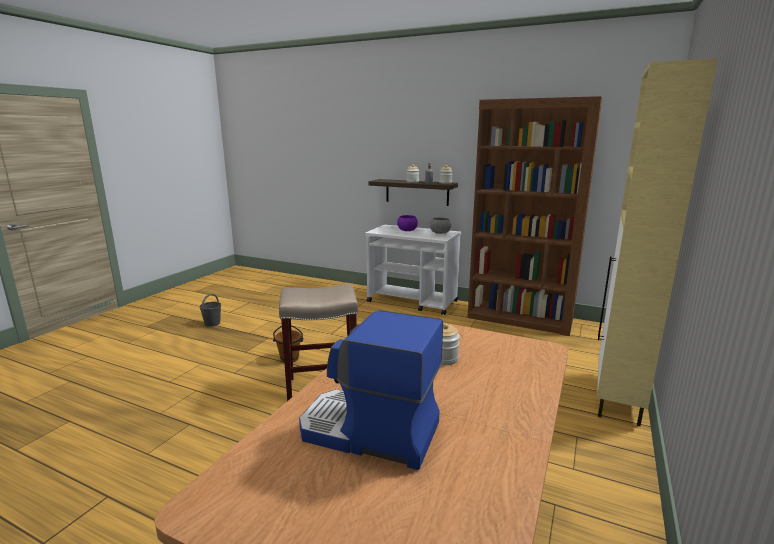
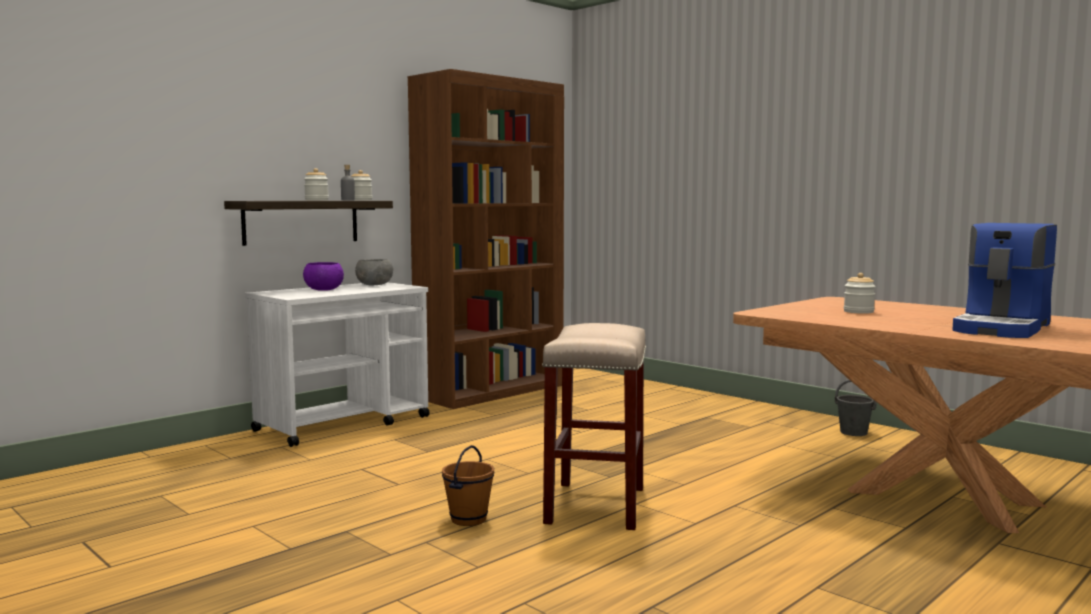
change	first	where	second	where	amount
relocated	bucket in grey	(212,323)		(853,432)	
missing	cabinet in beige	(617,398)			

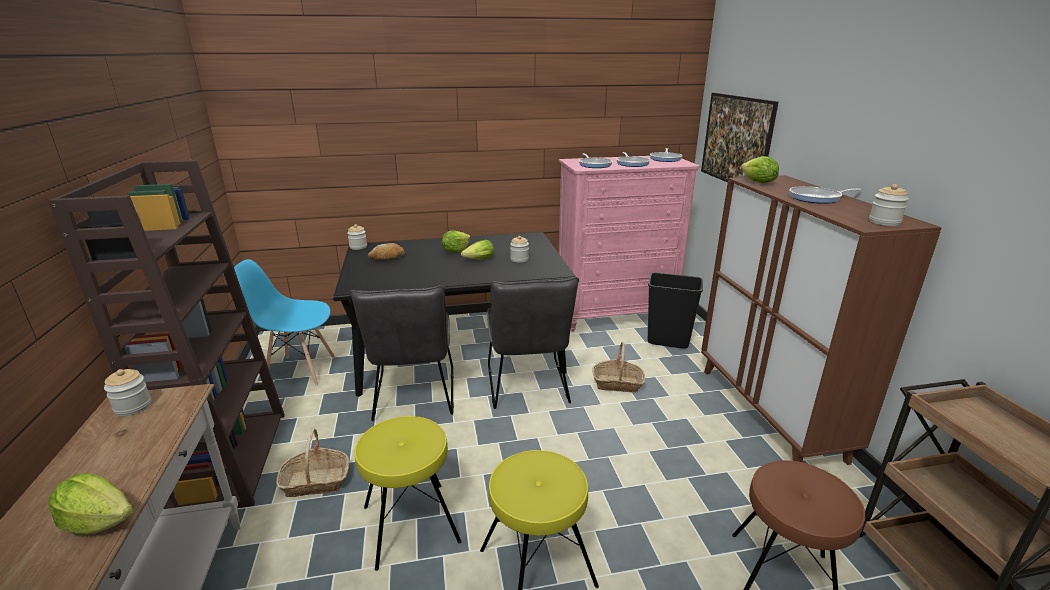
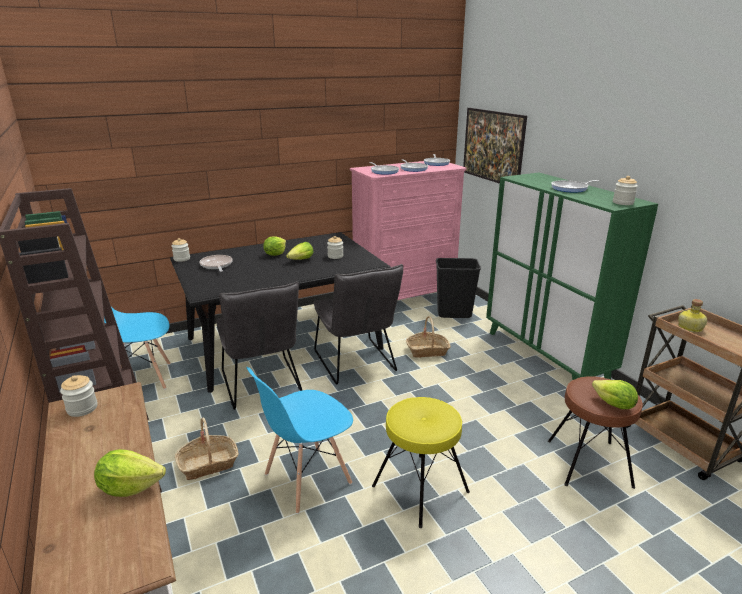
change	first	where	second	where	amount
exchanged	stool in yellow	(410,523)	chair in blue	(307,479)	
exchanged	bread	(387,257)	frying pan	(216,265)	
colour	cabinet in brown	(769,412)	cabinet in green	(546,356)	
relocated	lettuce	(758,183)		(613,405)	
appeared			bottle	(690,328)	

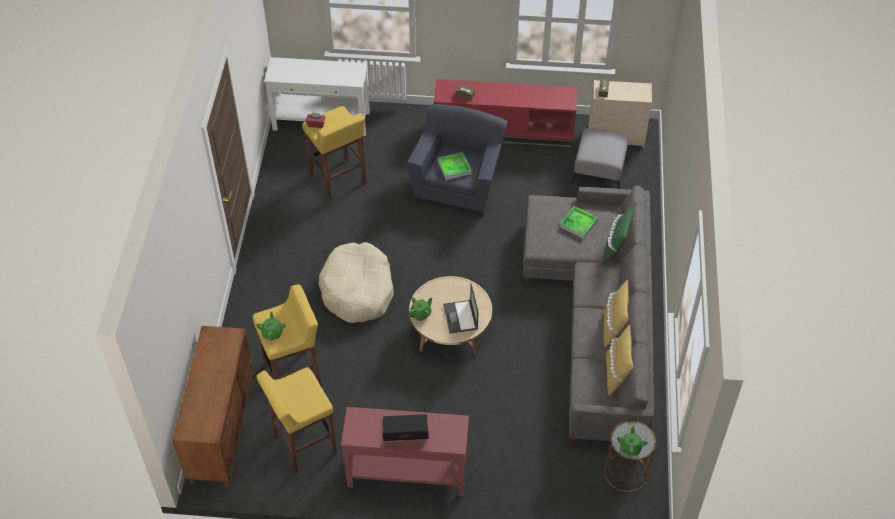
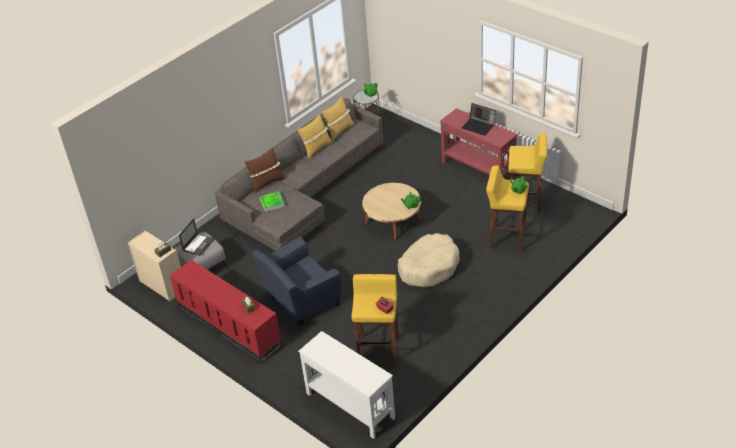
change	first	where	second	where	amount
missing	cabinet in brown	(222,429)			
missing	tray	(454,167)			
relocated	laptop	(461,317)		(198,244)	
colour	pillow in green	(616,248)	pillow in brown	(266,183)	

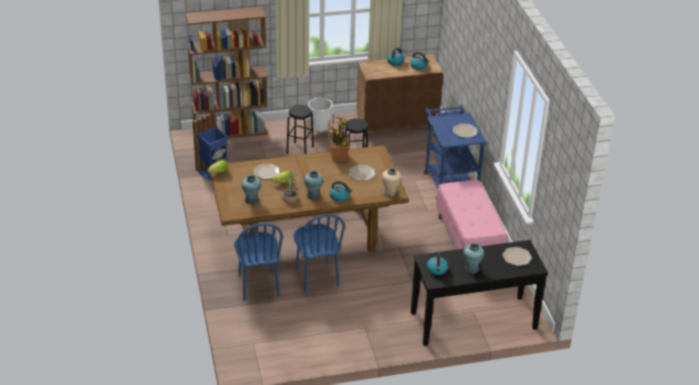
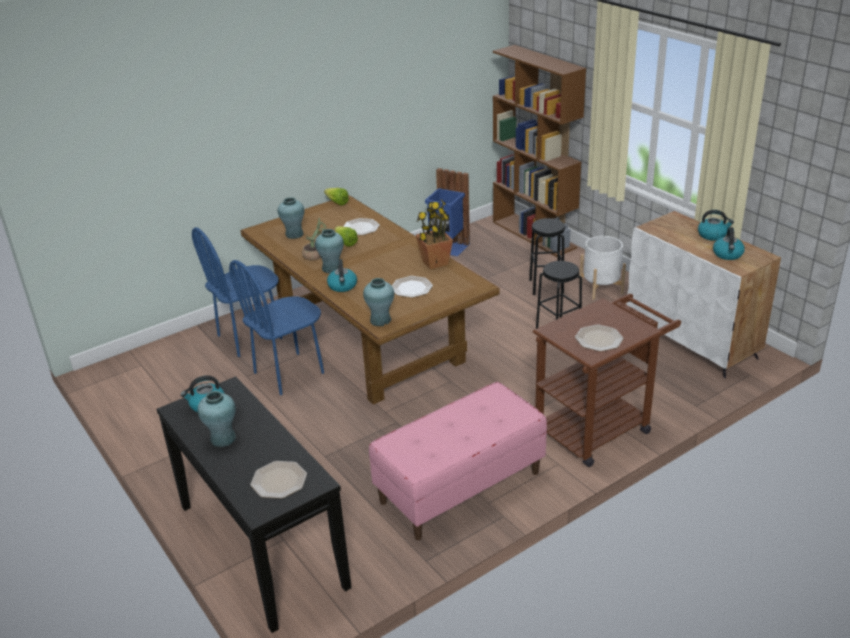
change	first	where	second	where	amount
colour	cabinet in brown	(397,124)	cabinet in white	(692,340)	
colour	vase in beige	(390,193)	vase in turquoise	(380,320)	
colour	cart in blue	(449,181)	cart in brown	(599,426)	

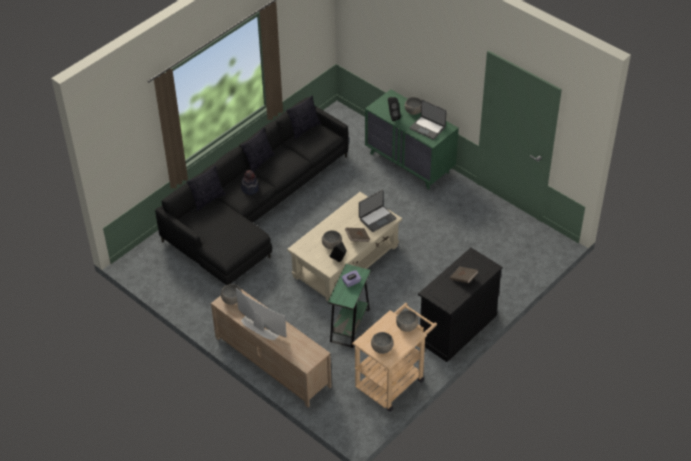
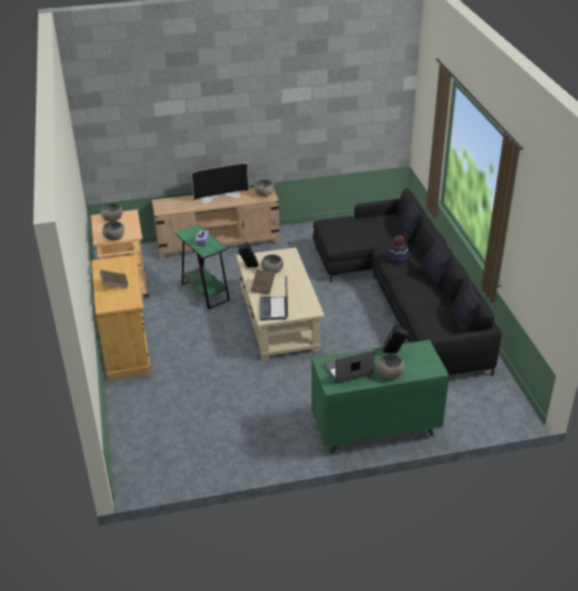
change	first	where	second	where	amount
colour	cabinet in black	(457,328)	cabinet in beige	(126,348)	

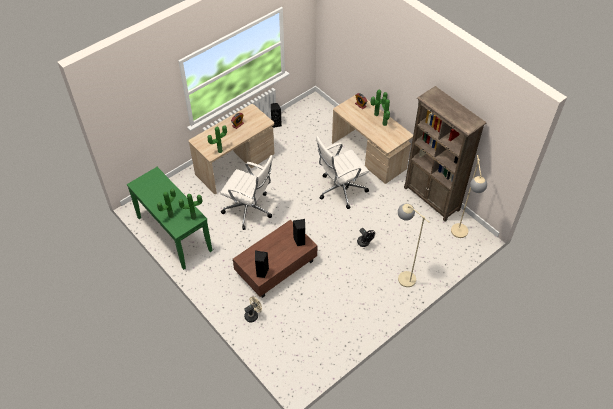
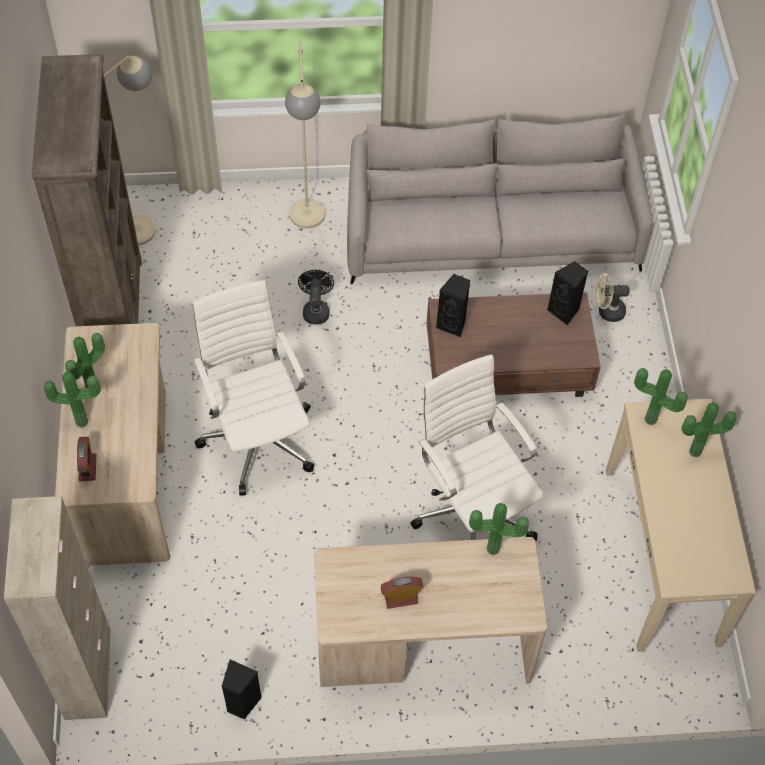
change	first	where	second	where	amount
colour	console table in green	(174,234)	console table in beige	(662,555)	
spun	office chair in white	(340,189)		(258,437)	120 degrees counterclockwise
appeared			cabinet in beige	(88,674)	
appeared			sofa in grey	(491,234)	

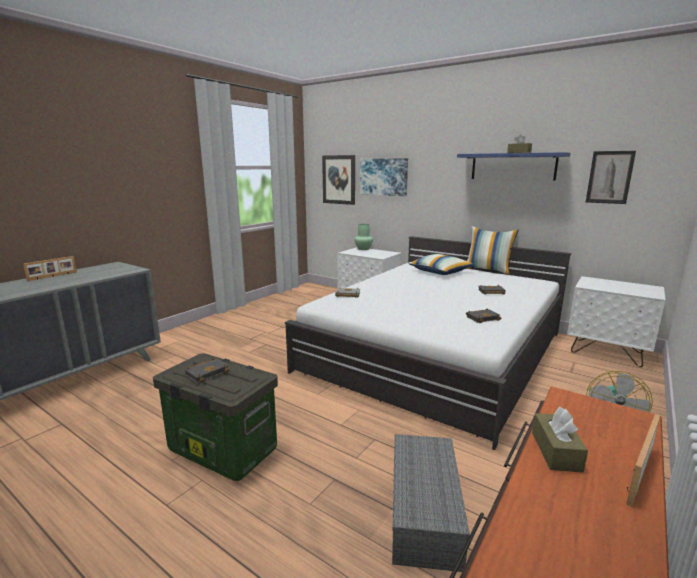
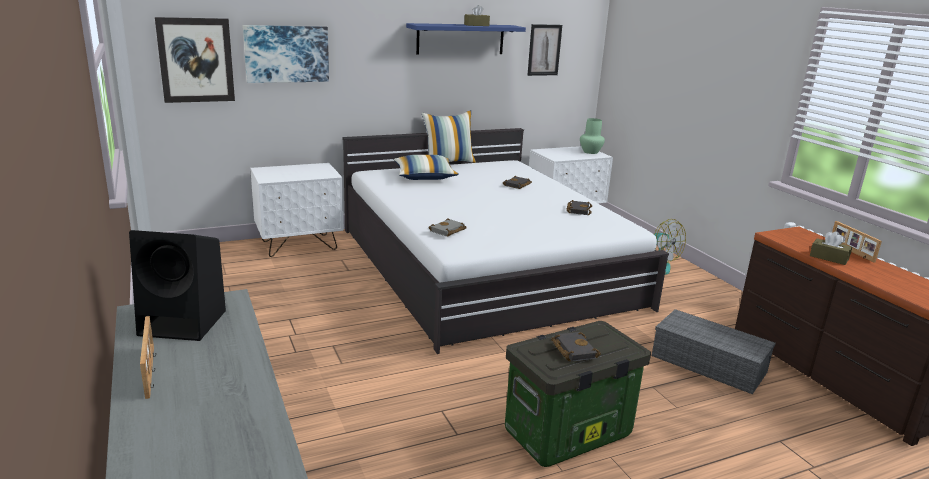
change	first	where	second	where	amount
relocated	vase in green	(363,249)		(590,152)	
appeared			speaker in black	(185,323)	

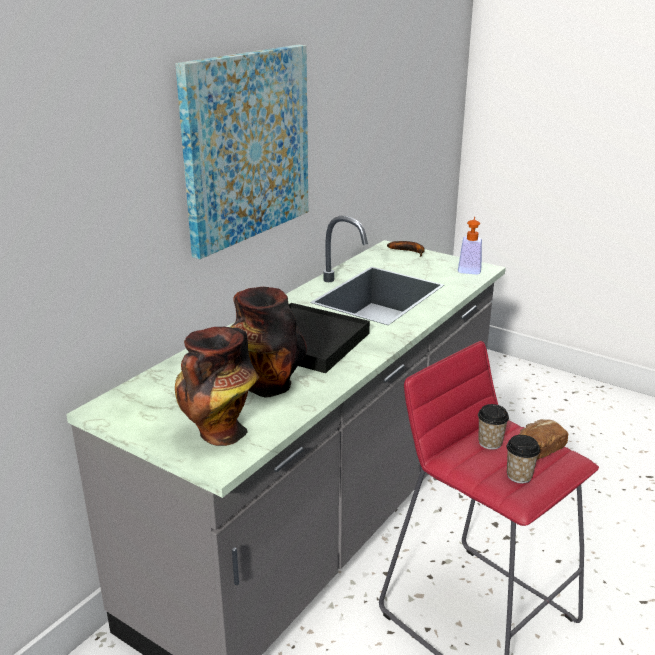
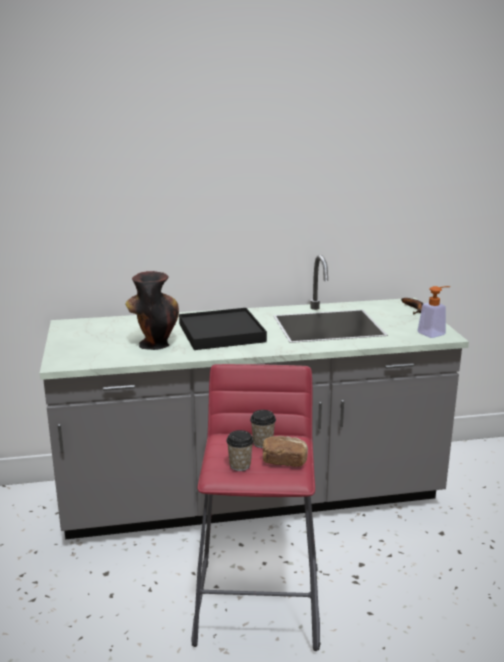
change	first	where	second	where	amount
missing	picture	(246,147)			
missing	vase	(221,433)			

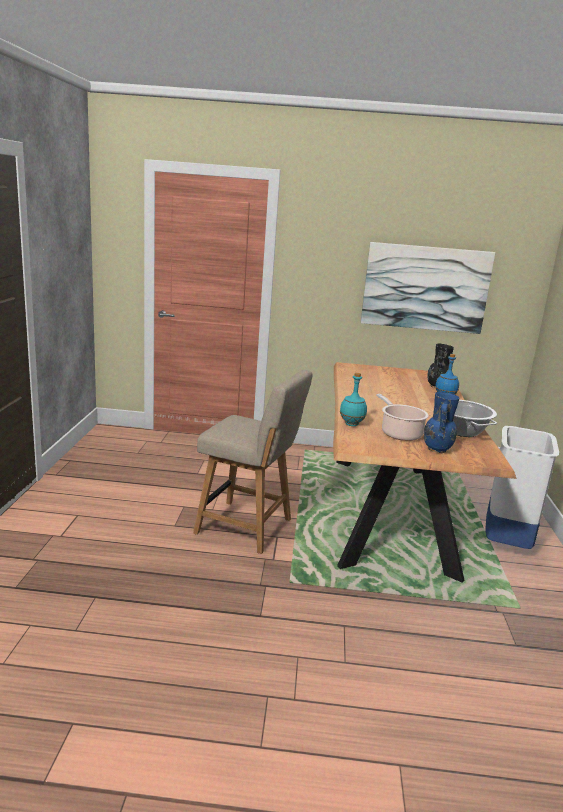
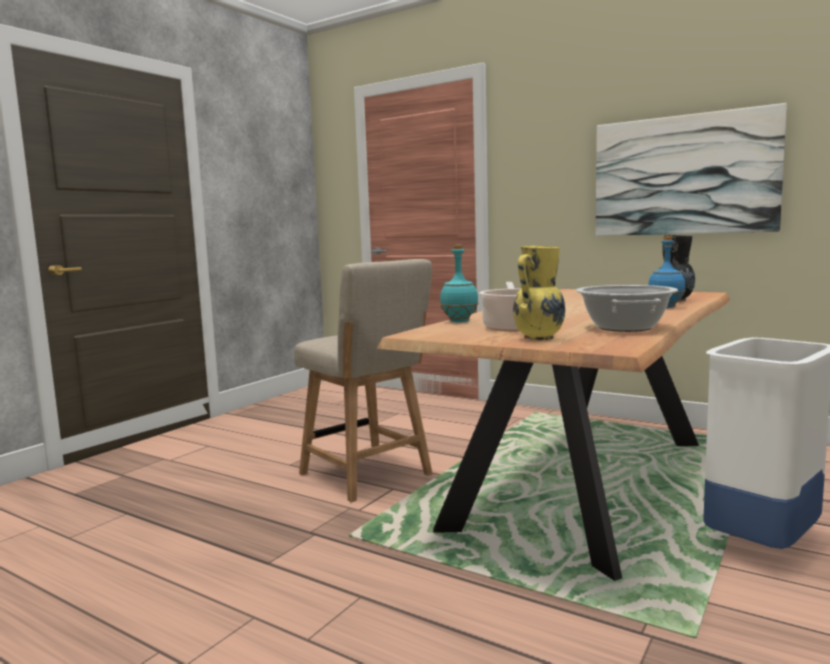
change	first	where	second	where	amount
colour	vase in blue	(437,450)	vase in yellow	(539,338)	

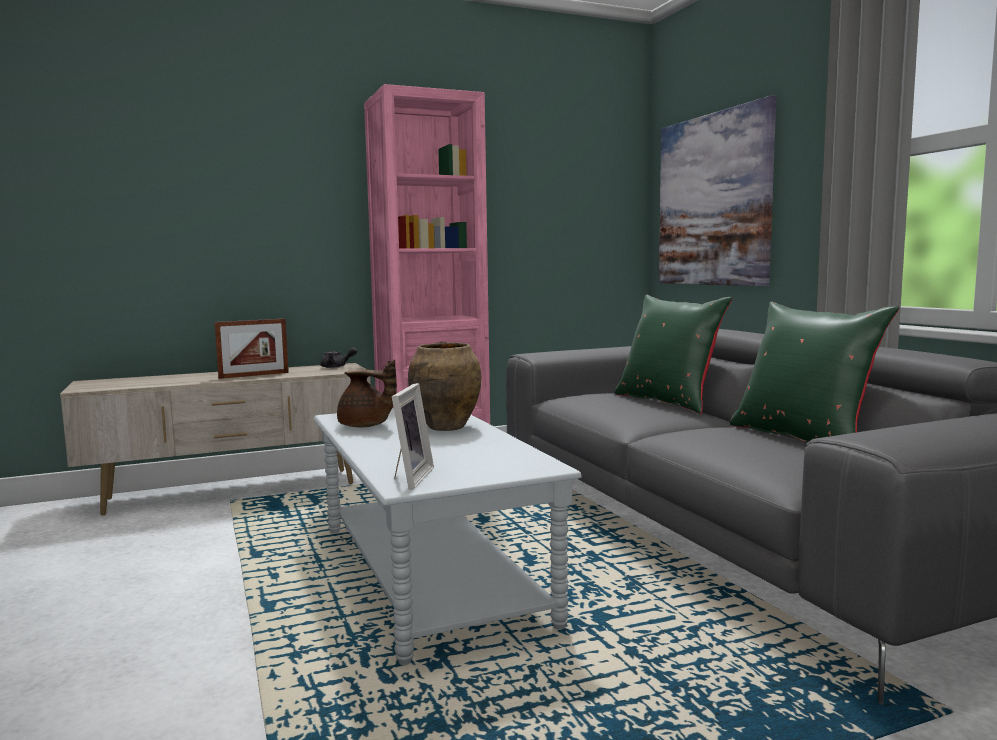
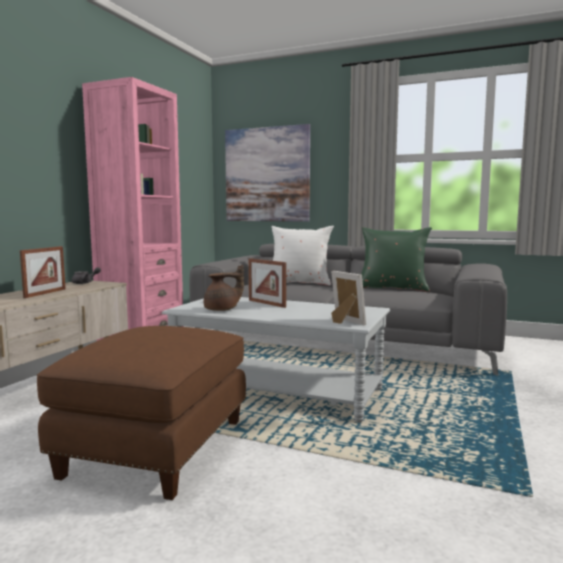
change	first	where	second	where	amount
exchanged	vase in brown	(446,427)	picture frame	(266,303)	
colour	pillow in green	(668,402)	pillow in white	(299,283)	
appeared			ottoman in brown	(155,447)	

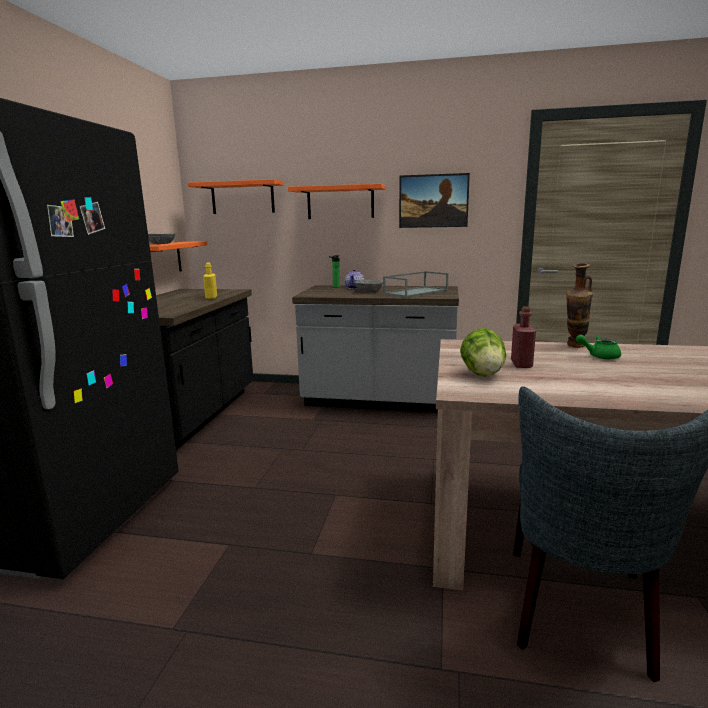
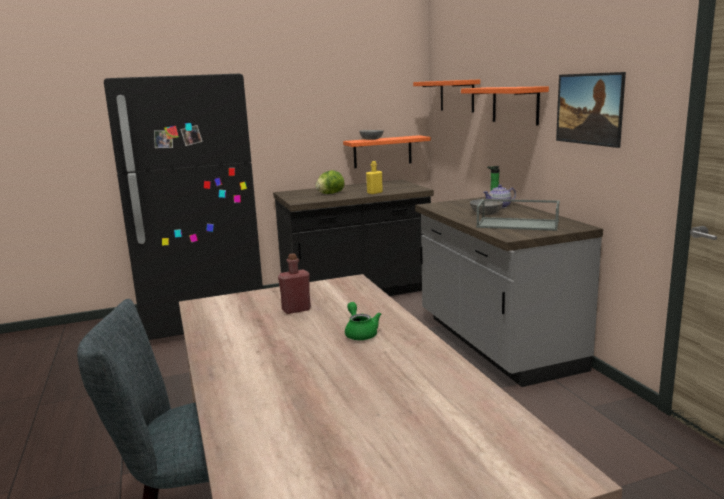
change	first	where	second	where	amount
relocated	lettuce	(483,374)		(330,194)	
missing	vase	(574,347)			

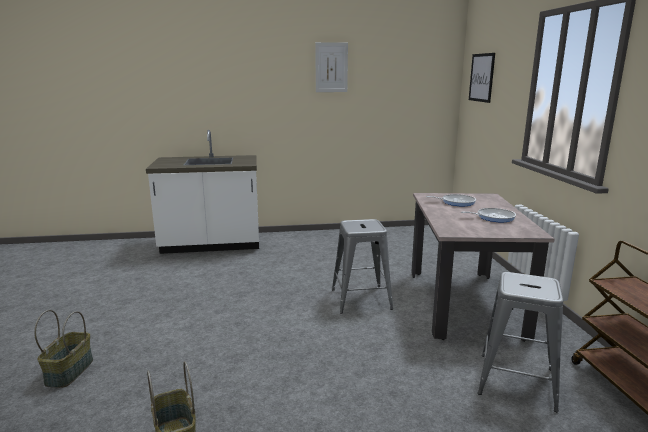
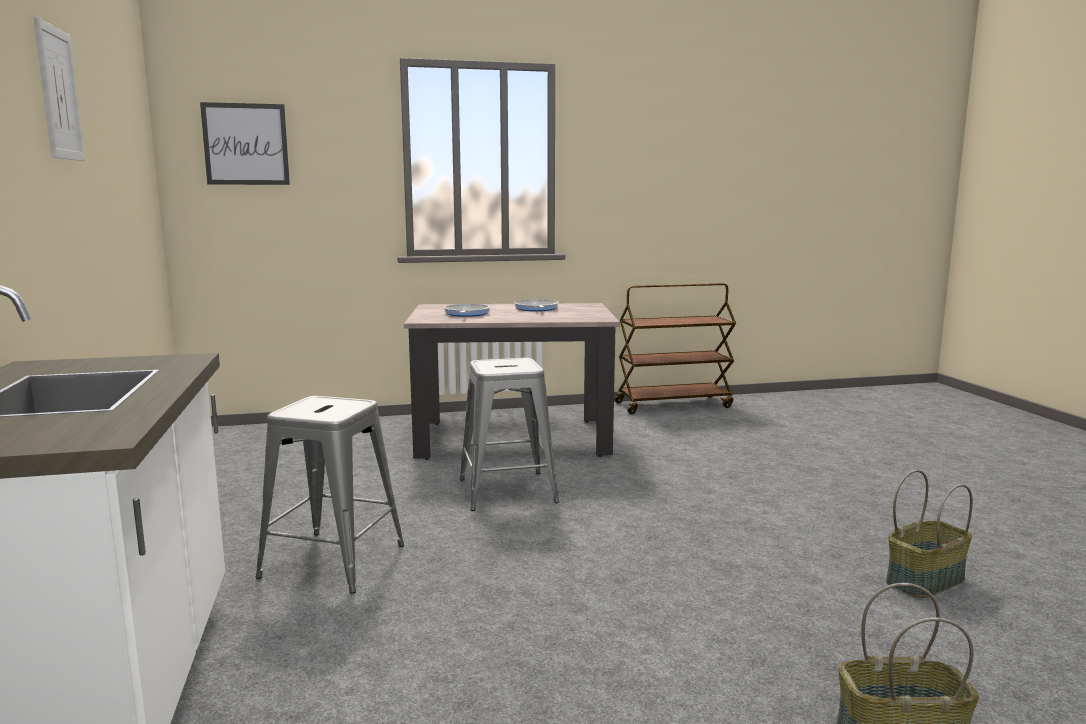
change	first	where	second	where	amount
relocated	stool in grey	(516,381)		(333,561)	

